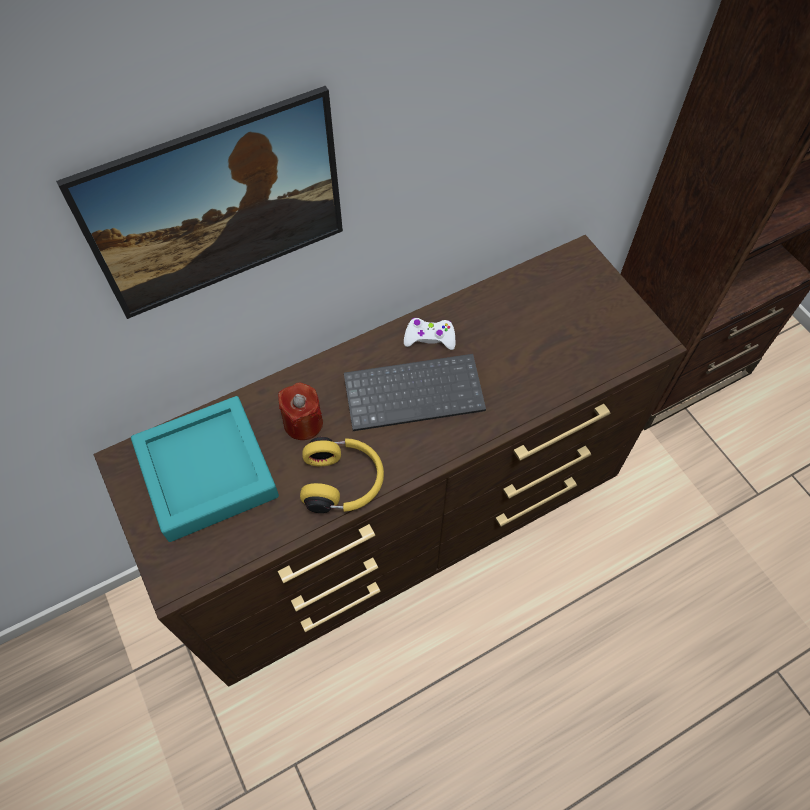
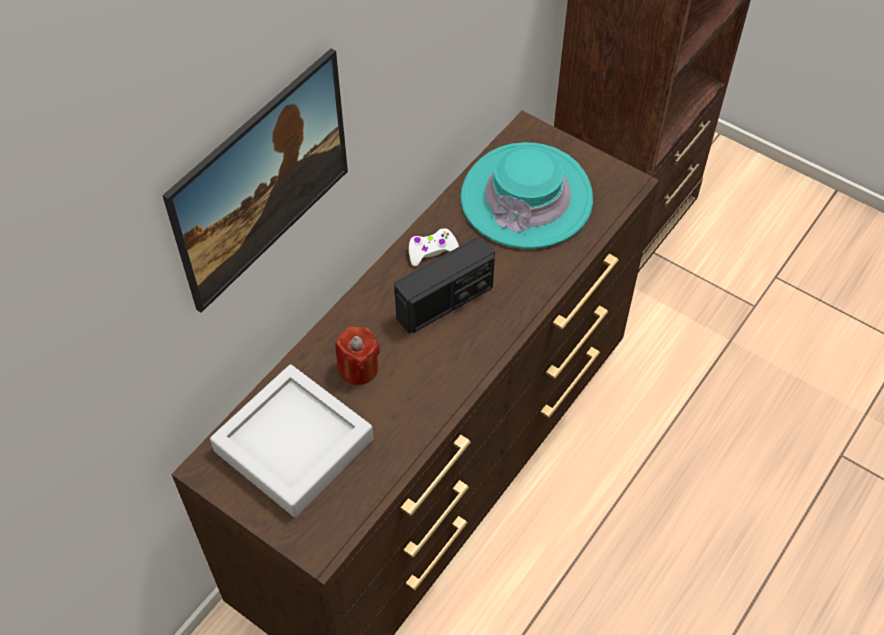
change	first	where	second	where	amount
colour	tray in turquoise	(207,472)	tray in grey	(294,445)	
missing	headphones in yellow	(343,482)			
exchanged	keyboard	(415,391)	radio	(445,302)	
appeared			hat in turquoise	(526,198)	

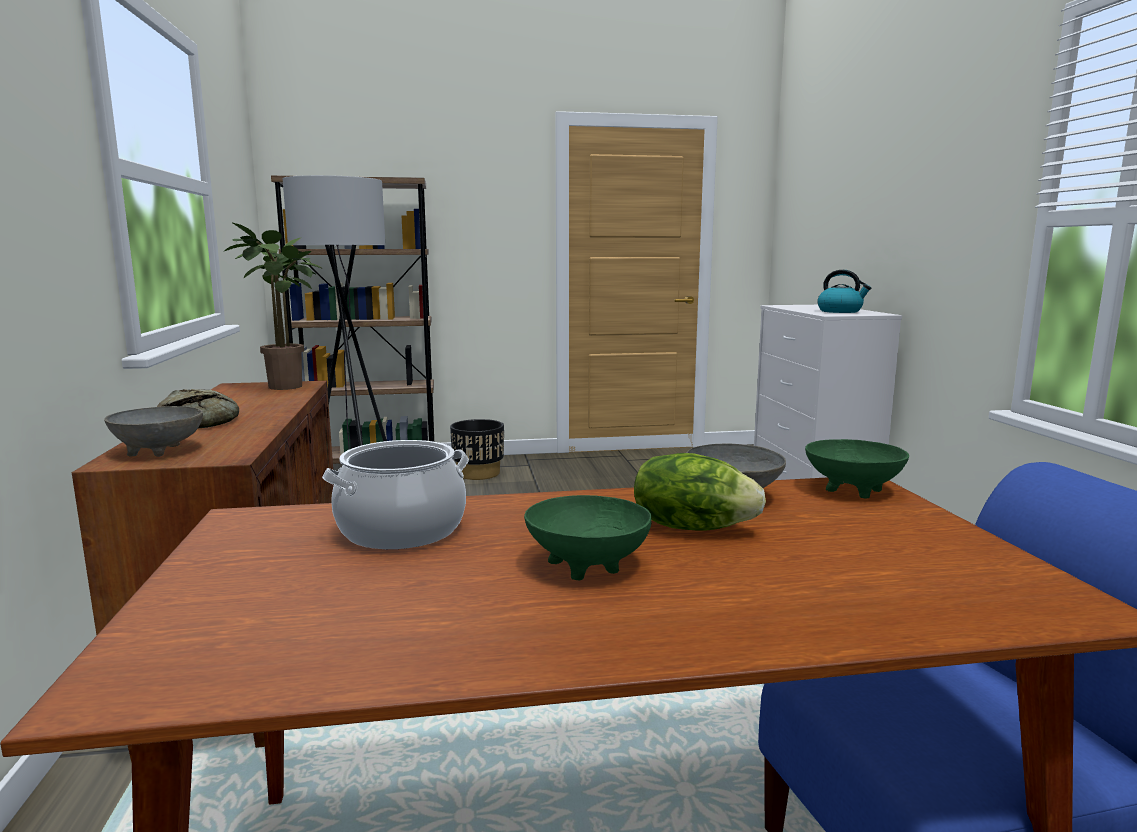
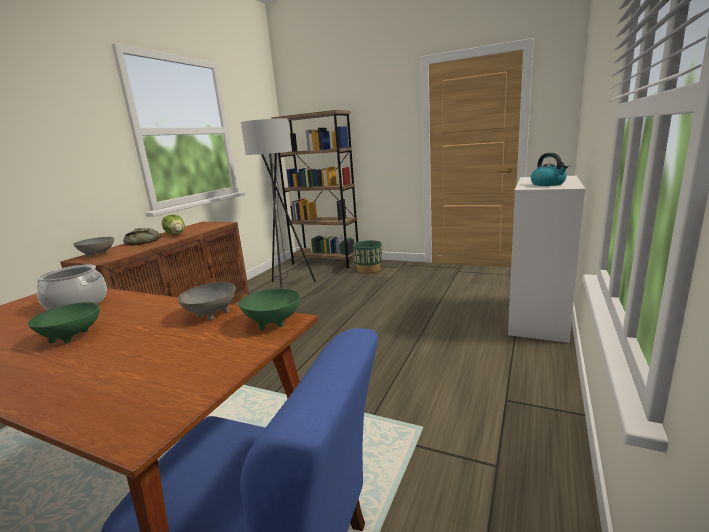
change	first	where	second	where	amount
missing	potted plant	(287,387)			
colour	planter in black	(478,473)	planter in green	(369,270)	
relocated	lettuce	(692,526)		(176,234)	

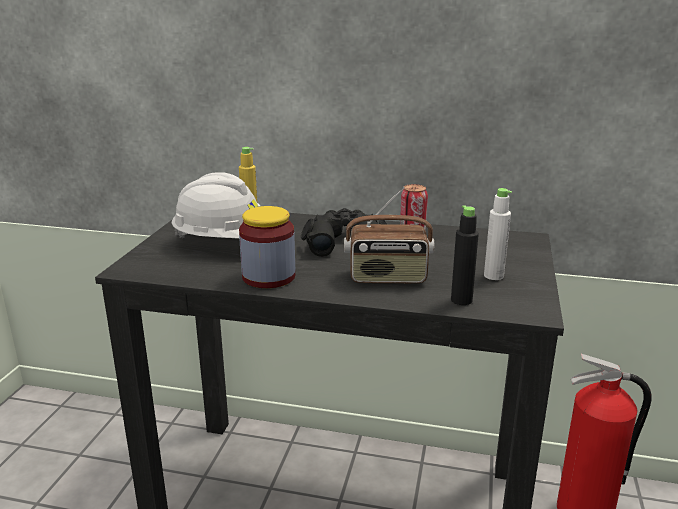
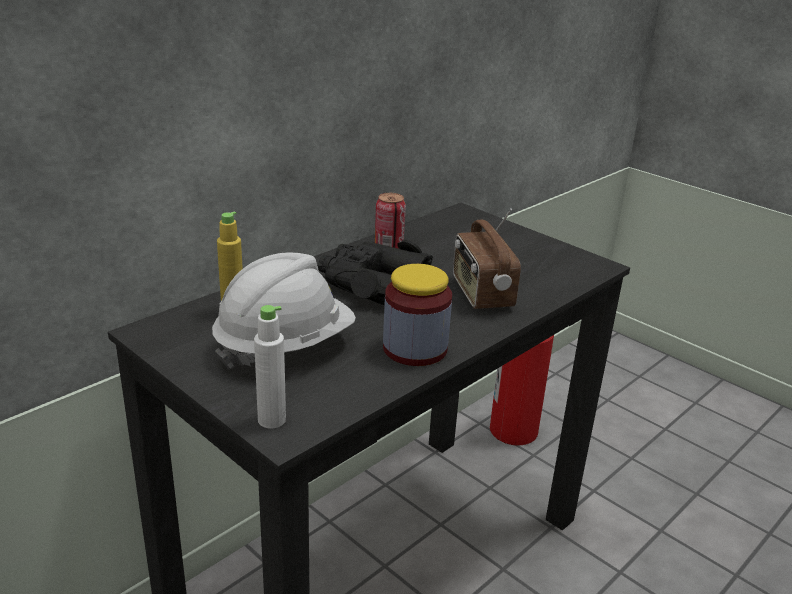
change	first	where	second	where	amount
spun	radio	(387,278)		(481,294)	135 degrees clockwise
missing	bottle in black	(461,300)			
relocated	bottle in white	(493,276)		(271,420)	

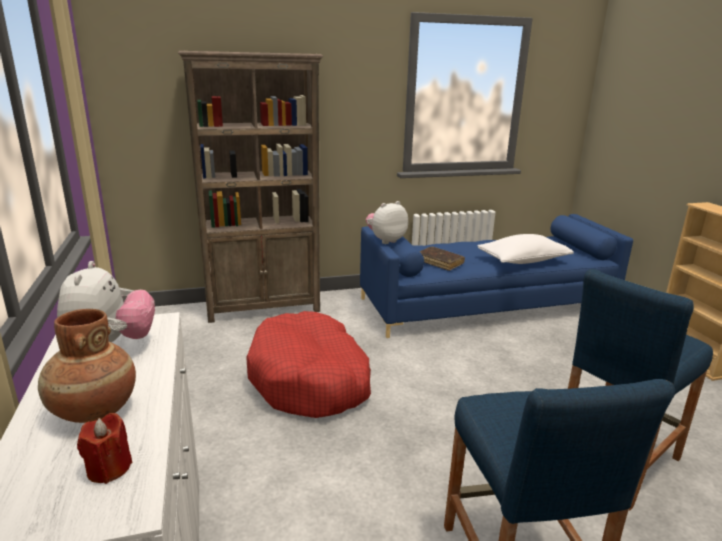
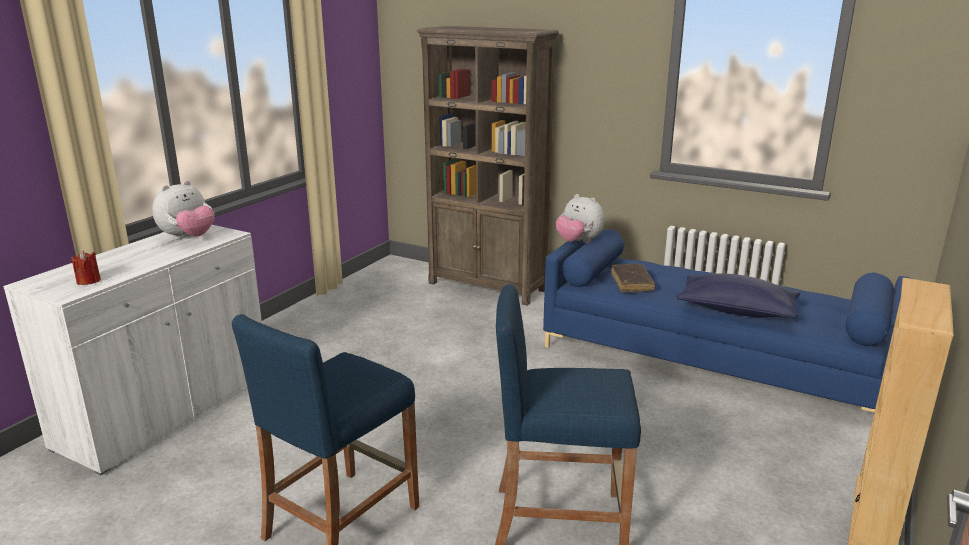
change	first	where	second	where	amount
missing	vase in brown	(93,410)			
missing	dog bed in red	(310,379)			
spun	plush toy	(385,240)		(578,242)	150 degrees counterclockwise
colour	pillow in white	(523,261)	pillow in blue	(736,311)	

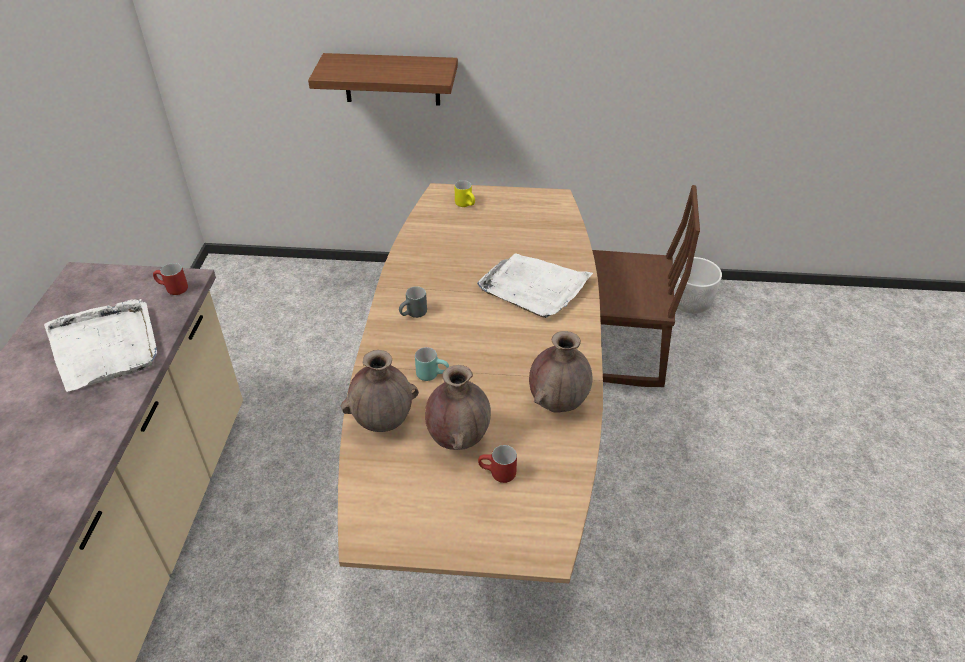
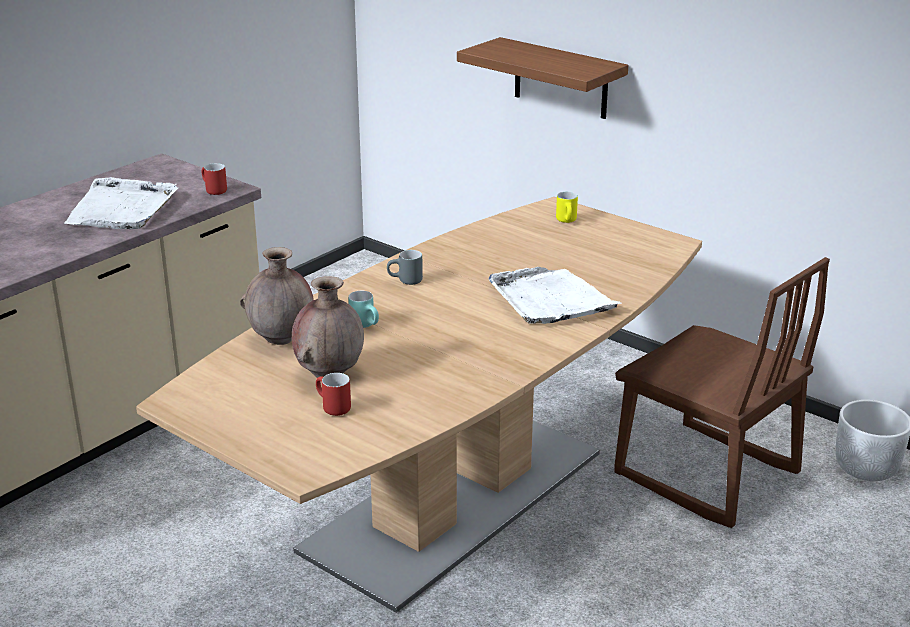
change	first	where	second	where	amount
missing	vase in brown	(558,403)			

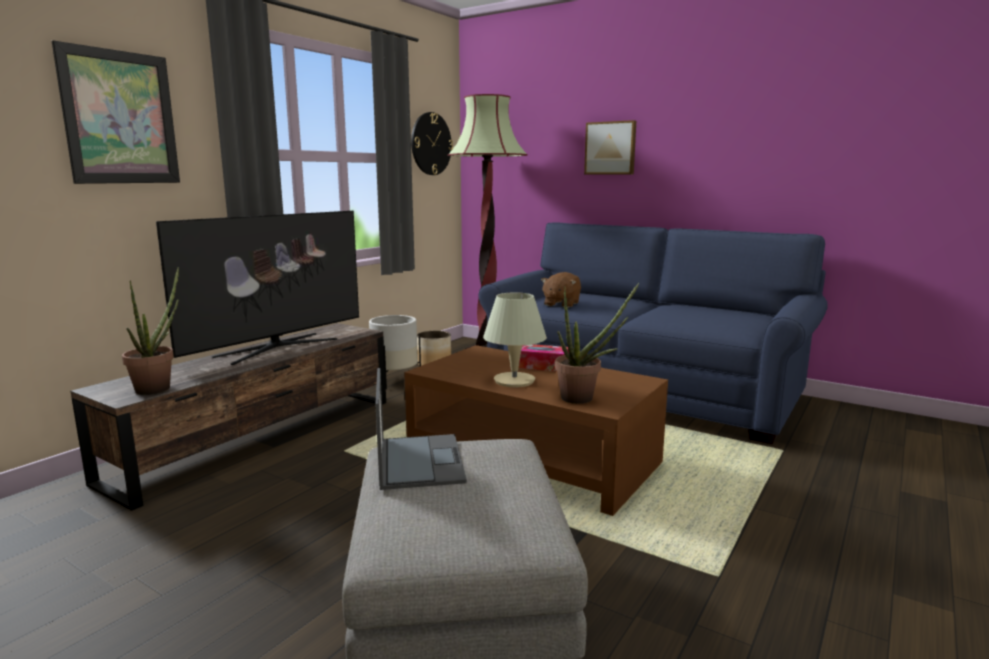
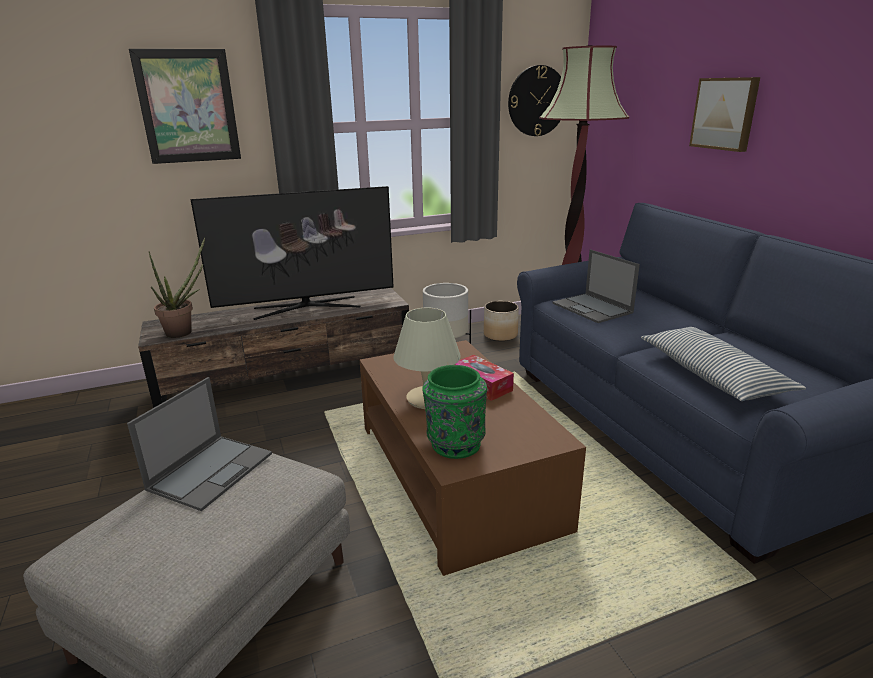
change	first	where	second	where	amount
exchanged	plush toy in brown	(561,304)	laptop	(593,308)	
exchanged	potted plant	(584,398)	vase in green	(454,444)	
appeared			pillow	(712,375)	

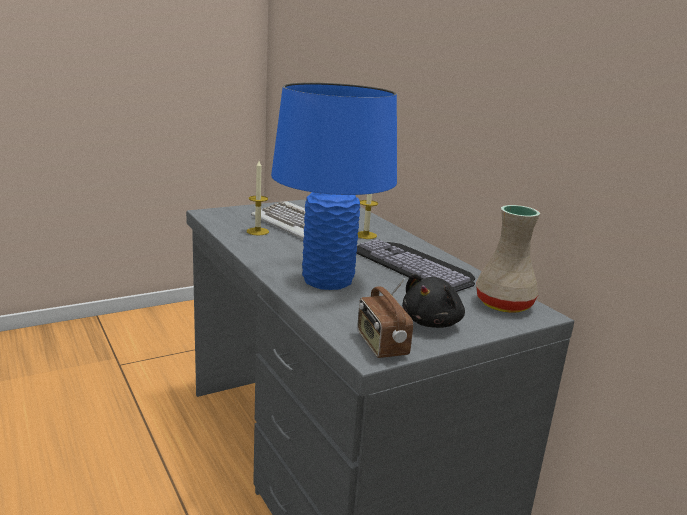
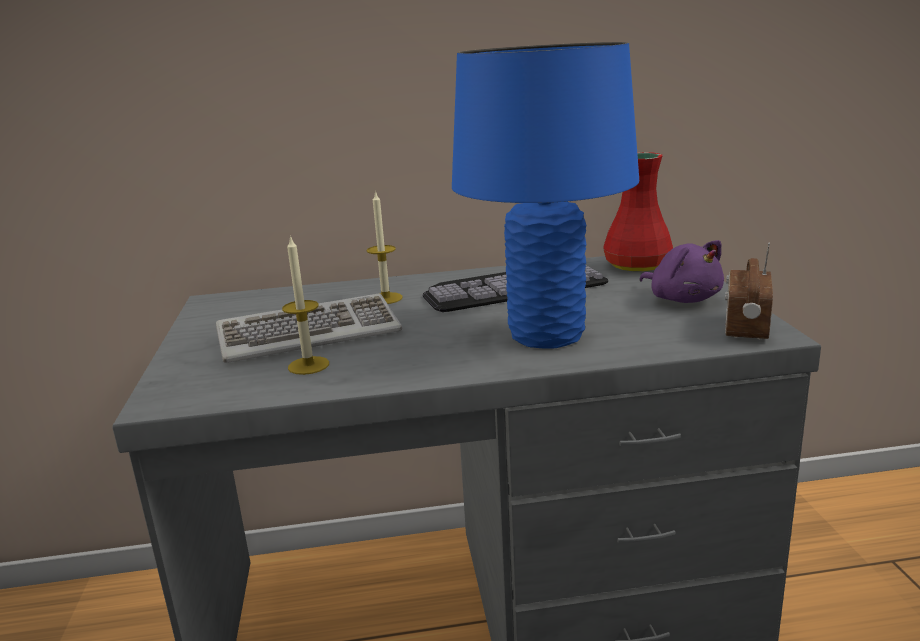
change	first	where	second	where	amount
spun	radio	(381,345)		(745,328)	105 degrees clockwise
colour	plush toy in black	(432,322)	plush toy in purple	(682,299)	
colour	vase in beige	(504,304)	vase in red	(636,265)	

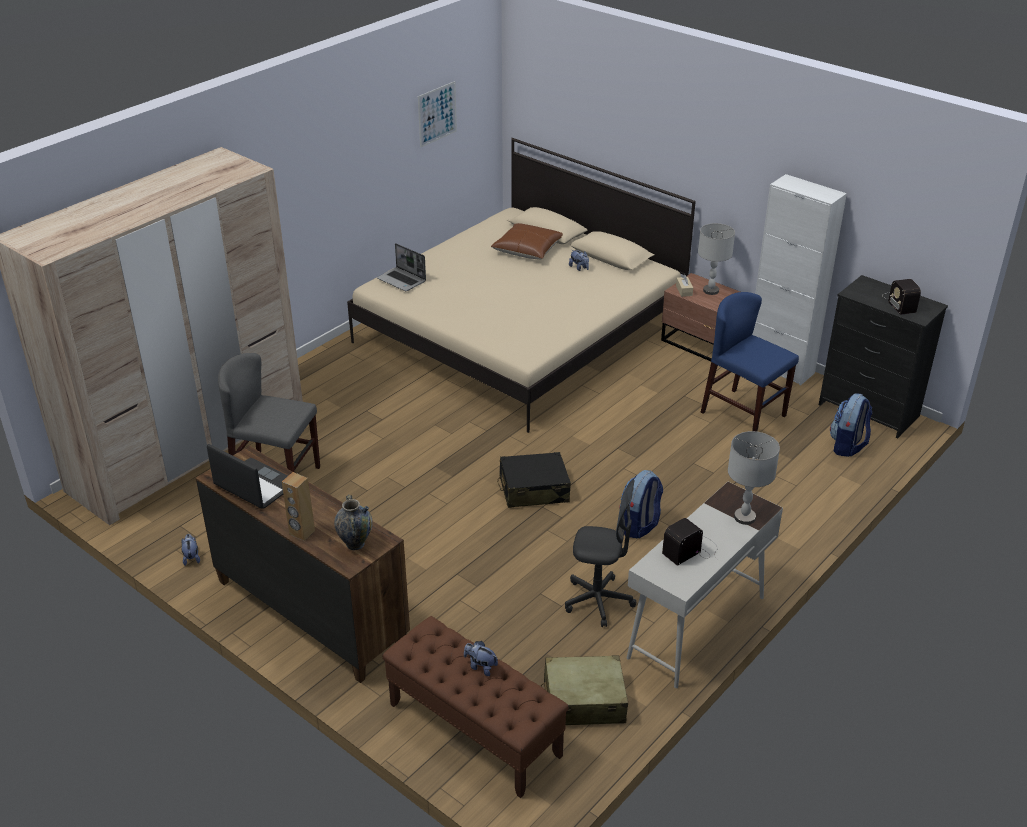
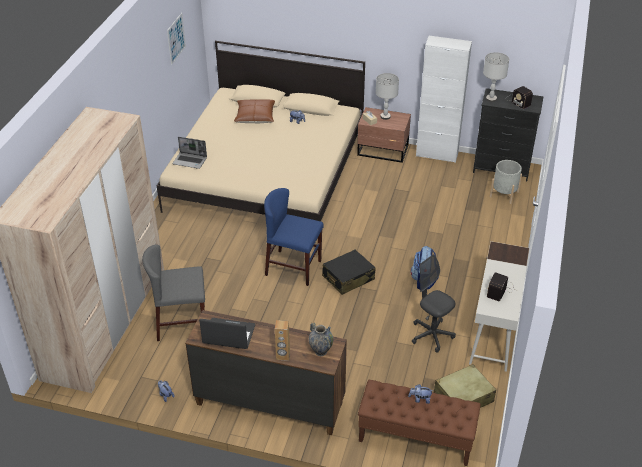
change	first	where	second	where	amount
spun	office chair in grey	(598,601)		(431,335)	120 degrees counterclockwise
relocated	chair in blue	(743,414)		(293,268)	
relocated	table lamp in grey	(745,517)		(491,99)	
exchanged	backpack	(847,446)	planter in grey	(504,194)	

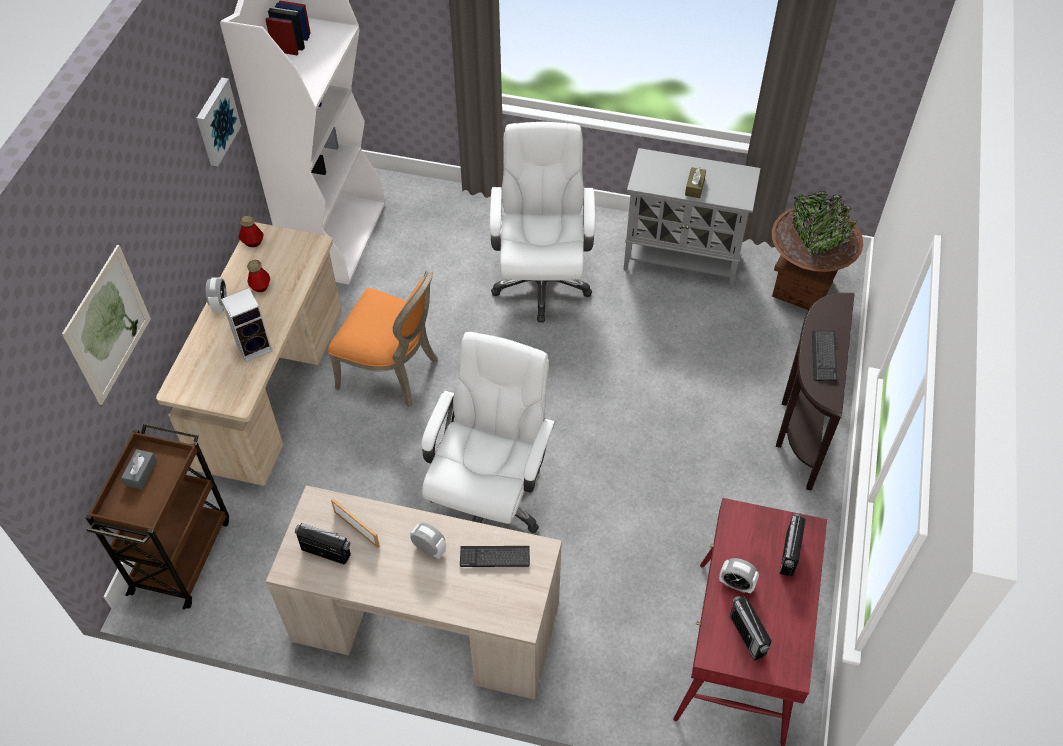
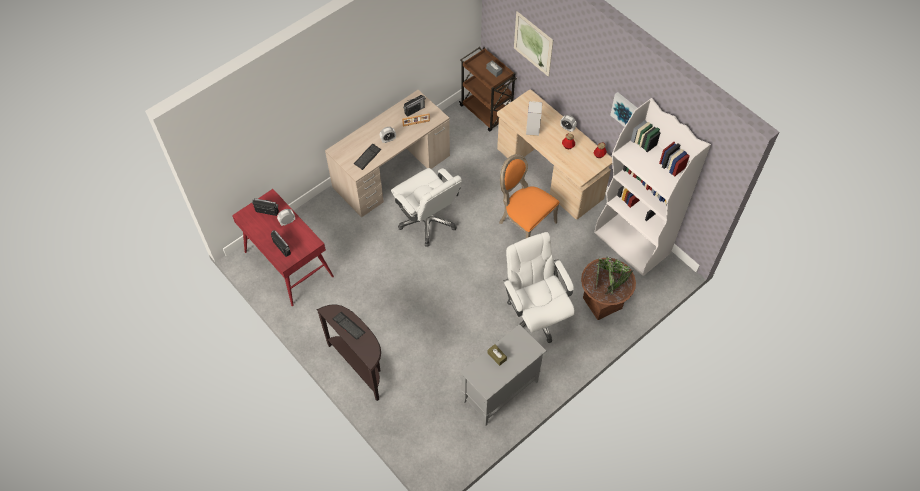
change	first	where	second	where	amount
spun	chair in orange	(393,371)		(524,222)	75 degrees clockwise
spun	office chair in white	(541,281)		(535,315)	150 degrees counterclockwise
relocated	planter in brown	(802,288)		(602,303)	

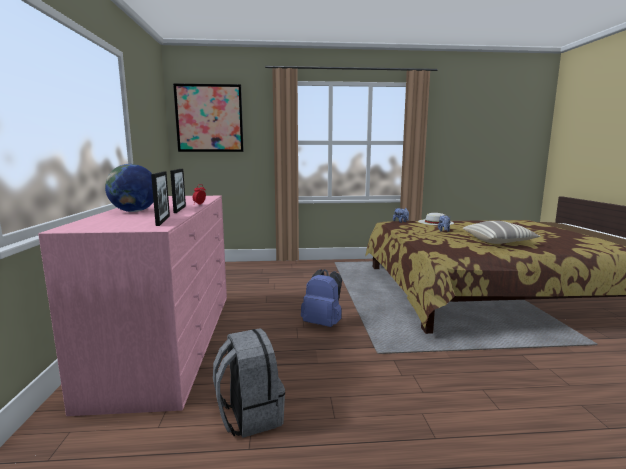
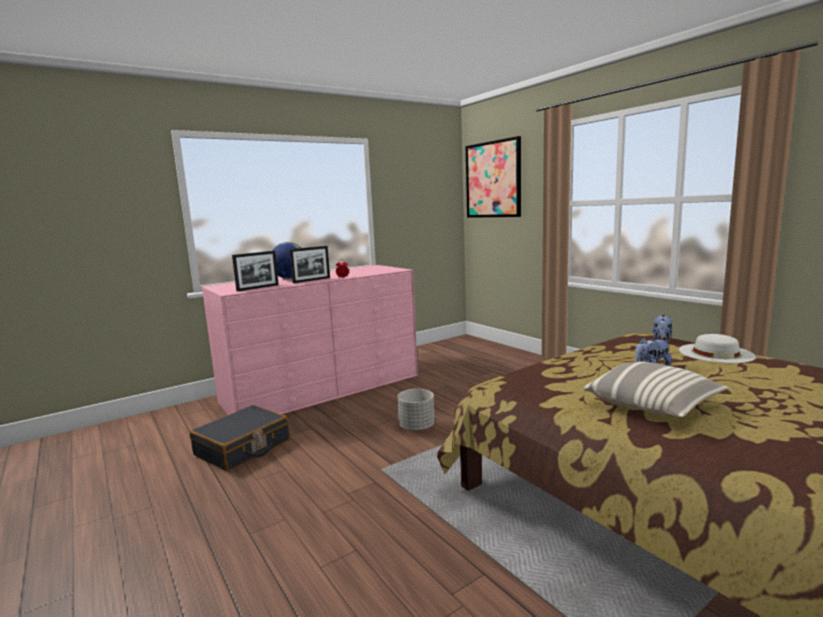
change	first	where	second	where	amount
exchanged	backpack in grey	(249,415)	suitcase in black	(243,448)	
exchanged	backpack in blue	(323,323)	planter in grey	(417,427)	

